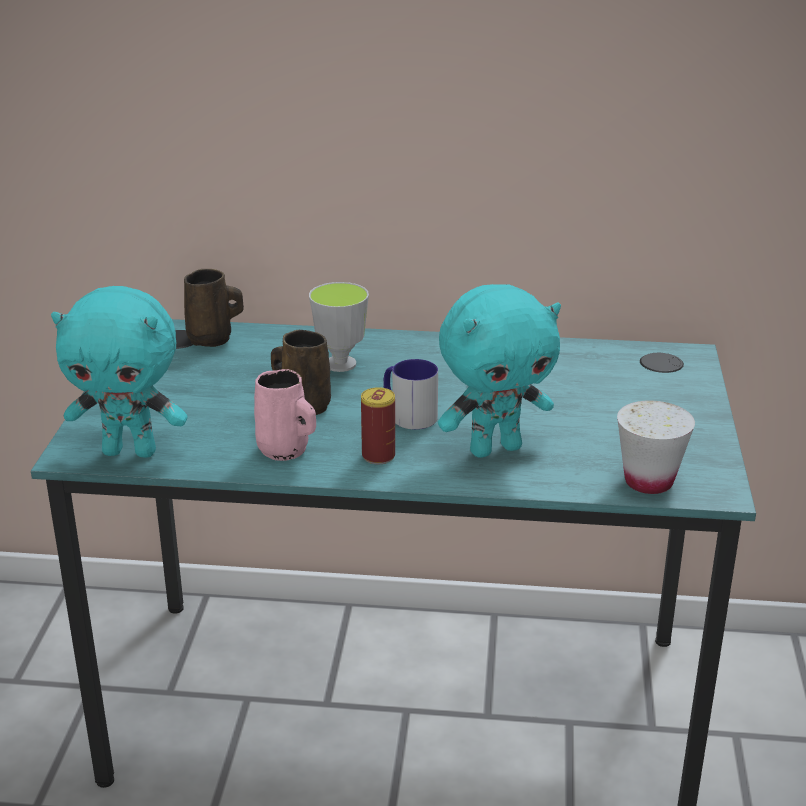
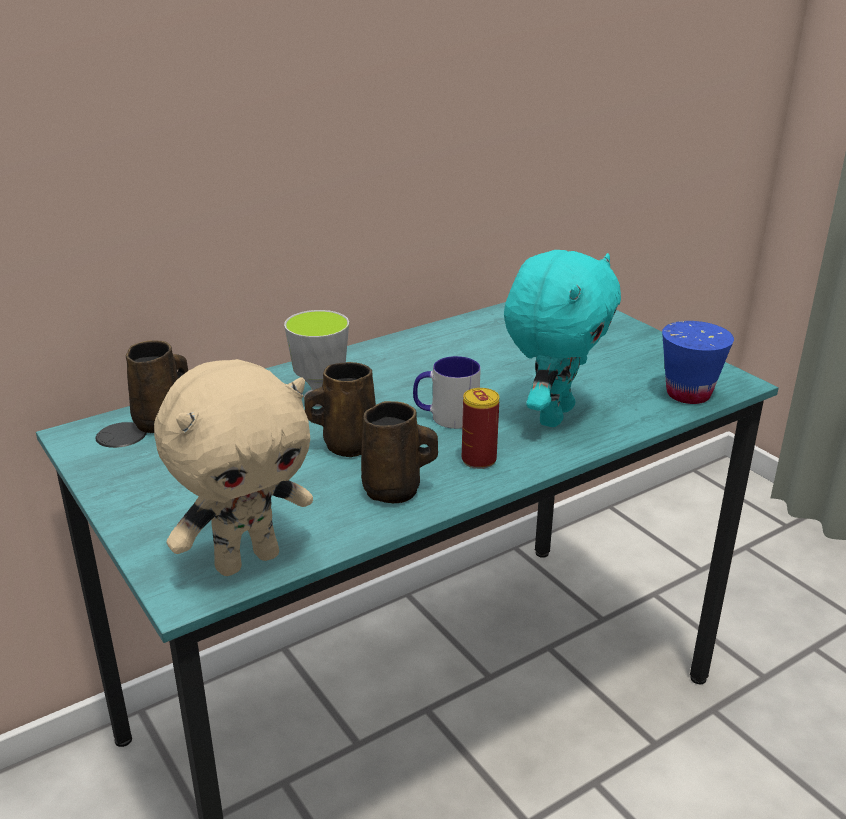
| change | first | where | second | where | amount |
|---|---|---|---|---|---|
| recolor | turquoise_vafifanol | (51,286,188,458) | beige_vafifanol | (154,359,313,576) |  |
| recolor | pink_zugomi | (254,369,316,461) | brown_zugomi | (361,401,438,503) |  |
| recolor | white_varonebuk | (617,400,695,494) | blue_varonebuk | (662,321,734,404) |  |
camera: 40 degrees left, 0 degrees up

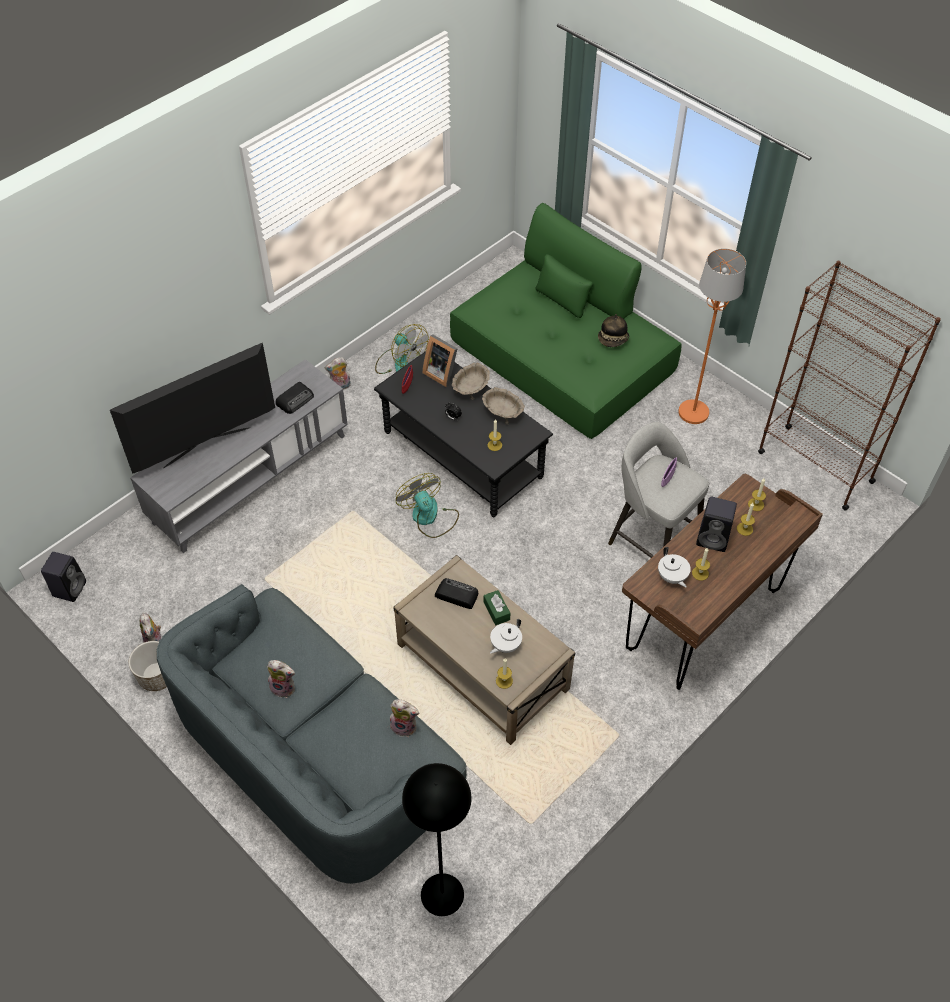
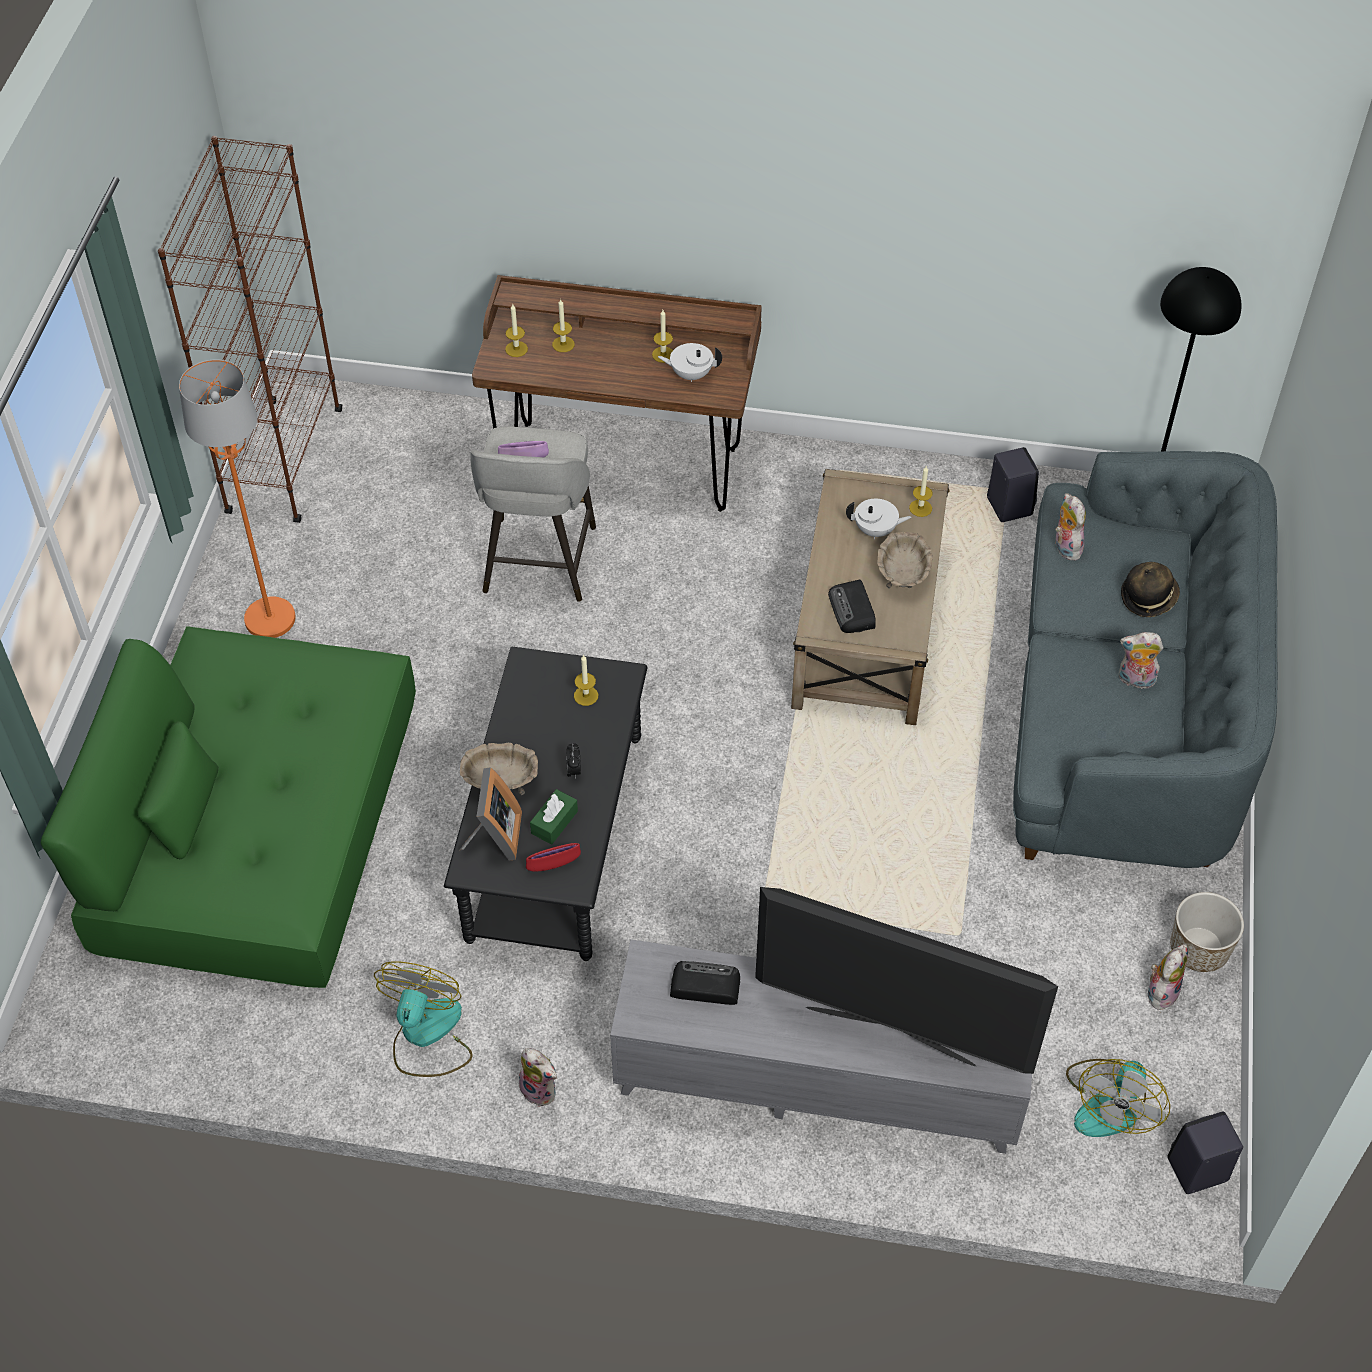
| change | first | where | second | where | amount |
|---|---|---|---|---|---|
| move | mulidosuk | (396,473,459,538) |  | (1066,1059,1170,1137) |  |
| move | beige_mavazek | (482,387,525,425) |  | (877,532,933,589) |  |
| move | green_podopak | (484,590,510,625) |  | (530,789,578,845) |  |
| move | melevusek | (598,314,629,347) |  | (1121,562,1180,617) |  |
| move | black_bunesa | (696,497,737,552) |  | (987,447,1039,522) |  |
| rotate | vafifanol | (267,660,295,698) |  | (1119,632,1163,689) | 60 degrees counterclockwise |
| rotate | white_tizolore | (658,547,691,587) |  | (658,343,722,382) | 120 degrees counterclockwise |
camera: 125 degrees left, 0 degrees up

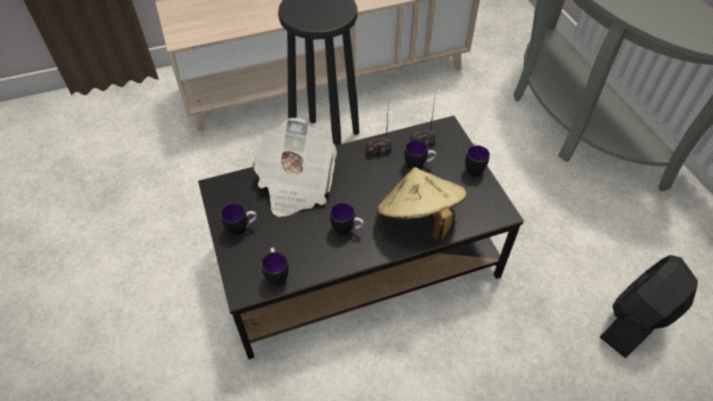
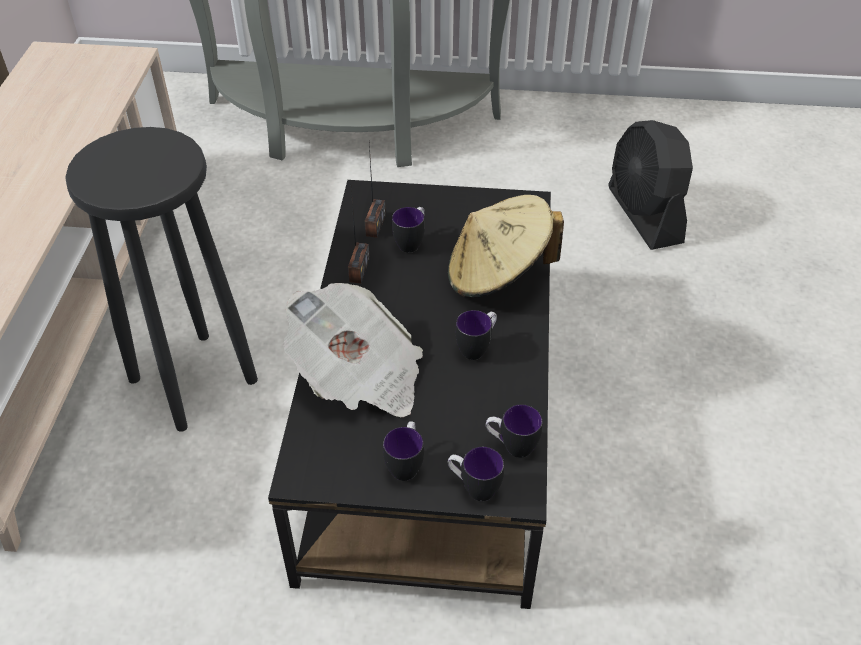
| change | first | where | second | where | amount |
|---|---|---|---|---|---|
| move | zugomi | (465,143,490,176) |  | (448,447,504,501) |  |
camera: 65 degrees left, 5 degrees down

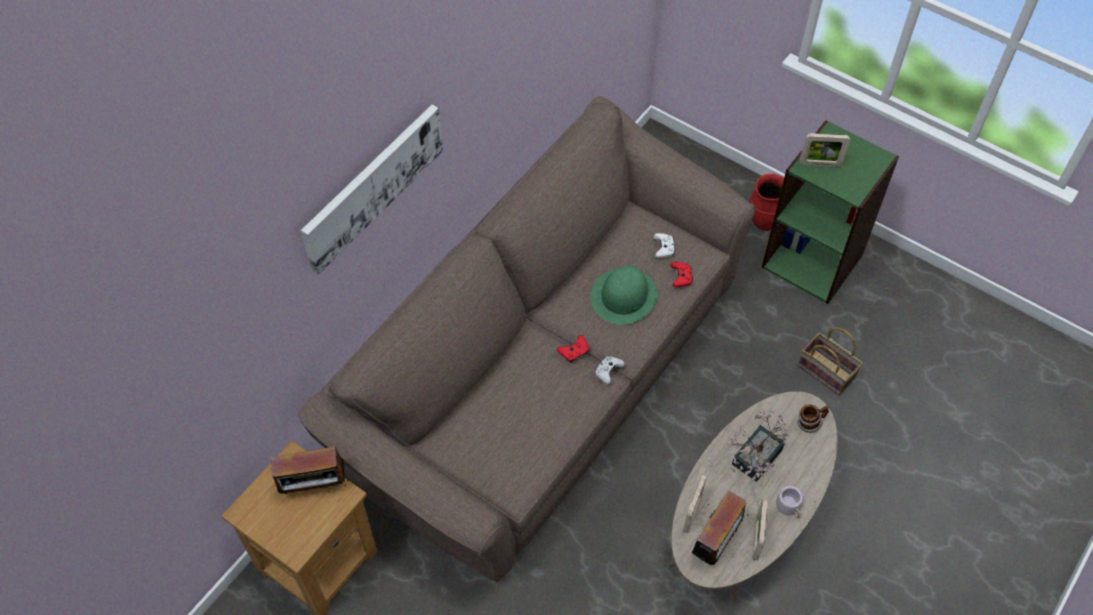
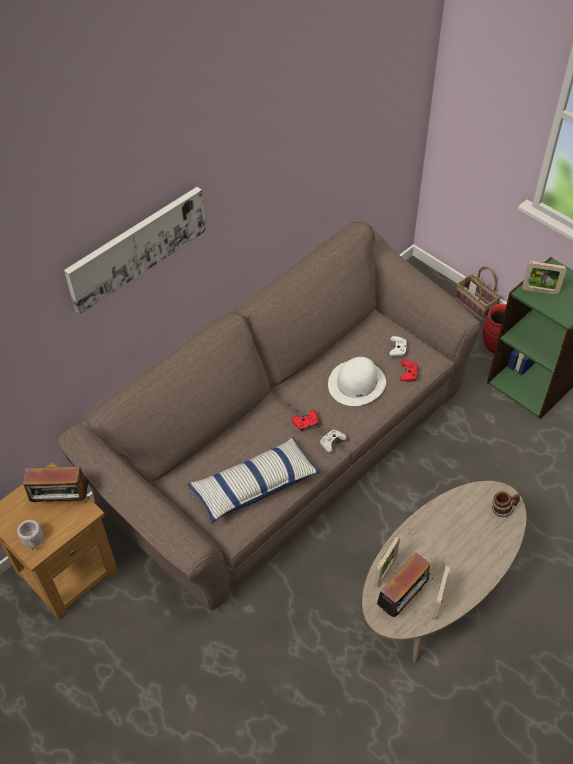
| change | first | where | second | where | amount |
|---|---|---|---|---|---|
| delete | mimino | (724,409,789,482) |  |  |  |
| insert |  |  | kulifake | (187,437,321,523) |  |
| move | grey_zugomi | (776,486,803,518) |  | (17,520,43,550) |  |
| move | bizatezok | (798,327,863,396) |  | (455,267,501,322) |  |
| recolor | green_melevusek | (591,265,658,325) | white_melevusek | (328,357,386,406) |  |
camera: 10 degrees right, 5 degrees down

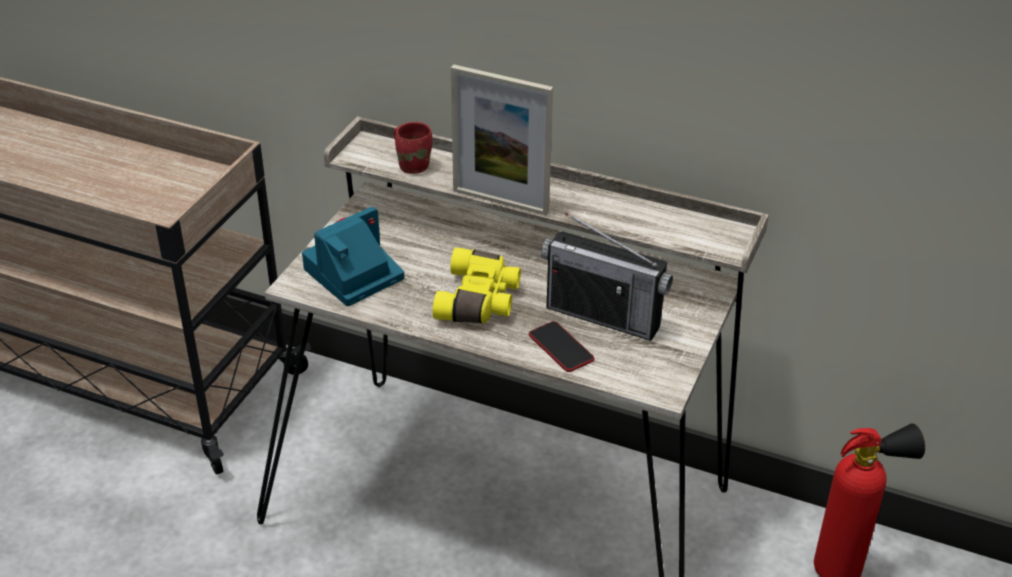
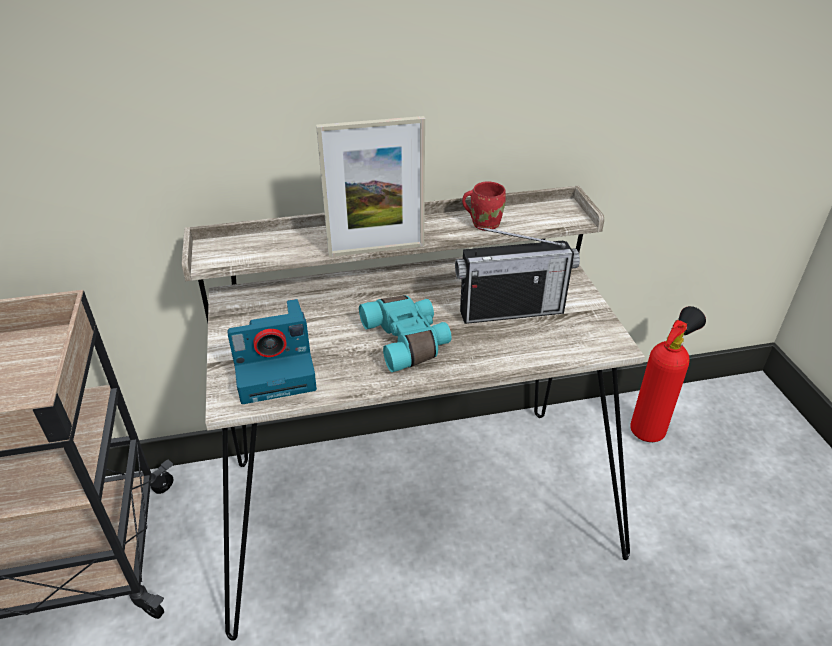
| change | first | where | second | where | amount |
|---|---|---|---|---|---|
| delete | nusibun | (529,321,595,372) |  |  |  |
| move | red_zugomi | (393,122,432,174) |  | (462,181,506,231) |  |
| recolor | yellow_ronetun | (433,248,521,323) | turquoise_ronetun | (359,295,452,372) |  |
| rotate | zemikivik | (302,207,404,306) |  | (228,299,317,404) | 120 degrees counterclockwise |
camera: 35 degrees left, 0 degrees up

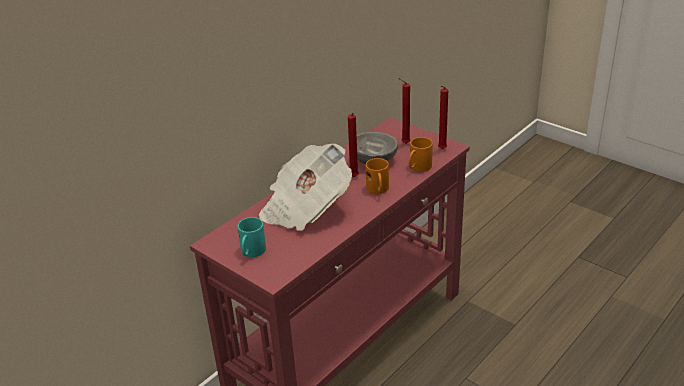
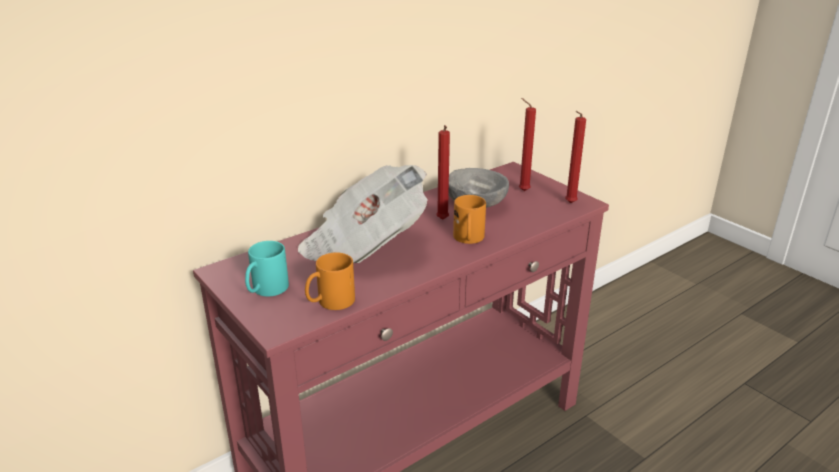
| change | first | where | second | where | amount |
|---|---|---|---|---|---|
| move | orange_zugomi | (408,137,433,172) |  | (305,252,355,310) |  |
camera: 10 degrees right, 5 degrees down

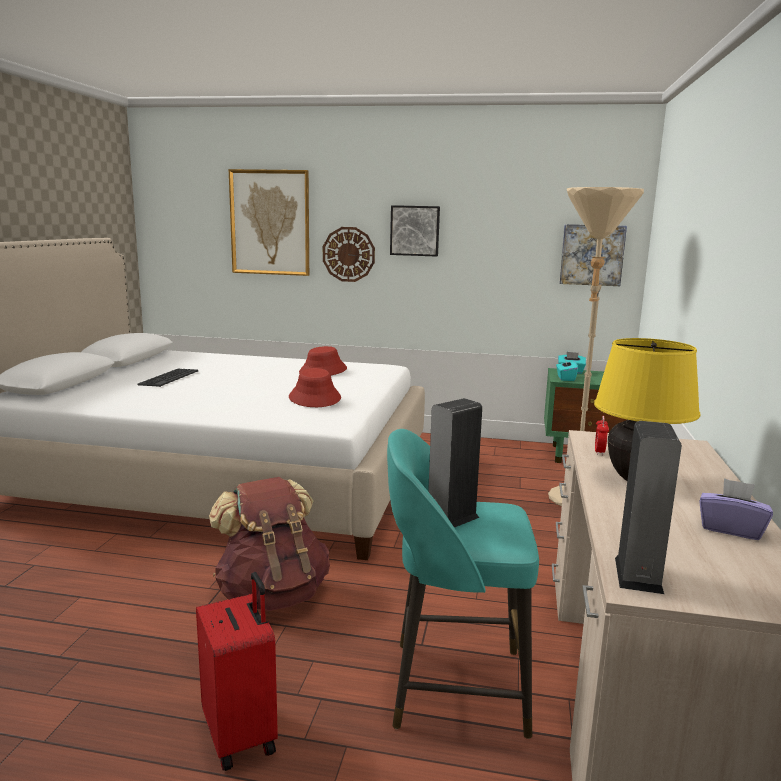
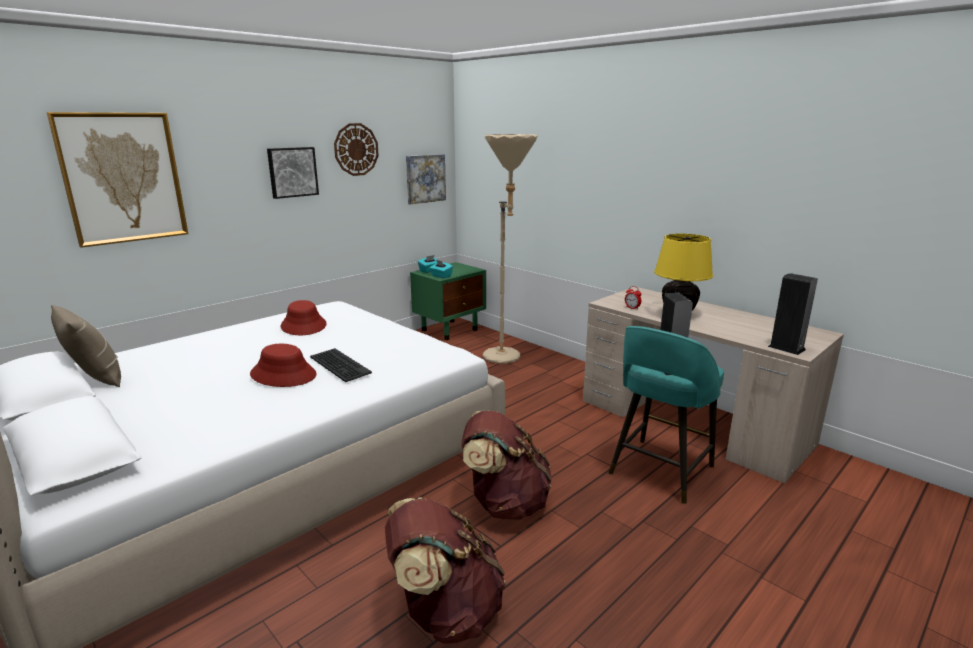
| change | first | where | second | where | amount |
|---|---|---|---|---|---|
| delete | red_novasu | (196,572,278,771) |  |  |  |
| delete | purple_podopak | (699,478,773,540) |  |  |  |
| insert |  |  | beige_kulifake | (51,305,121,387) |  |
| insert |  |  | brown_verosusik | (385,497,506,644) |  |
| move | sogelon | (137,369,198,387) |  | (310,348,372,382) |  |
| move | red_melevusek | (289,368,341,407) |  | (250,344,317,387) |  |
| move | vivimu | (323,227,375,282) |  | (334,123,379,176) |  |
camera: 55 degrees left, 5 degrees up

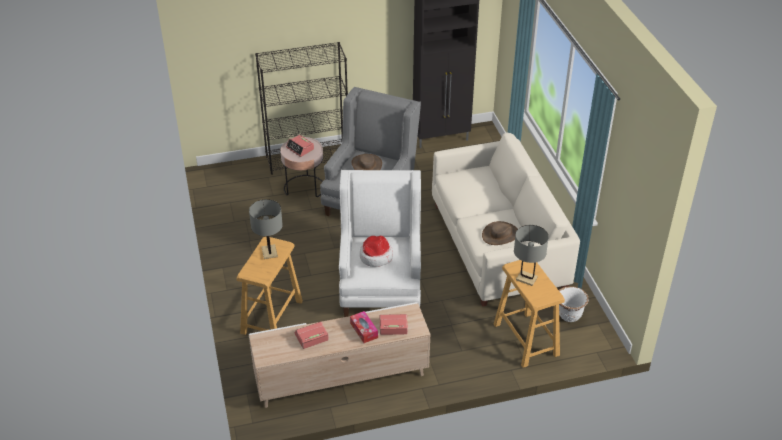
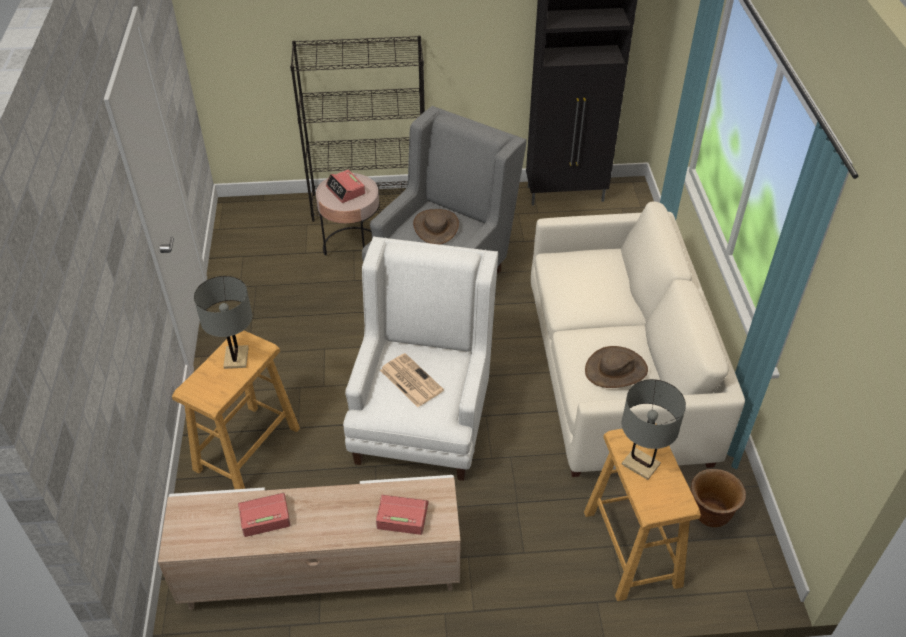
| change | first | where | second | where | amount |
|---|---|---|---|---|---|
| delete | podopak | (350,311,378,343) |  |  |  |
| replace | melevusek | (360,236,393,267) | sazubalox | (380,353,444,407) |  |
| recolor | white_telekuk | (559,286,589,322) | brown_telekuk | (691,469,746,527) |  |
camera: 10 degrees right, 5 degrees up

